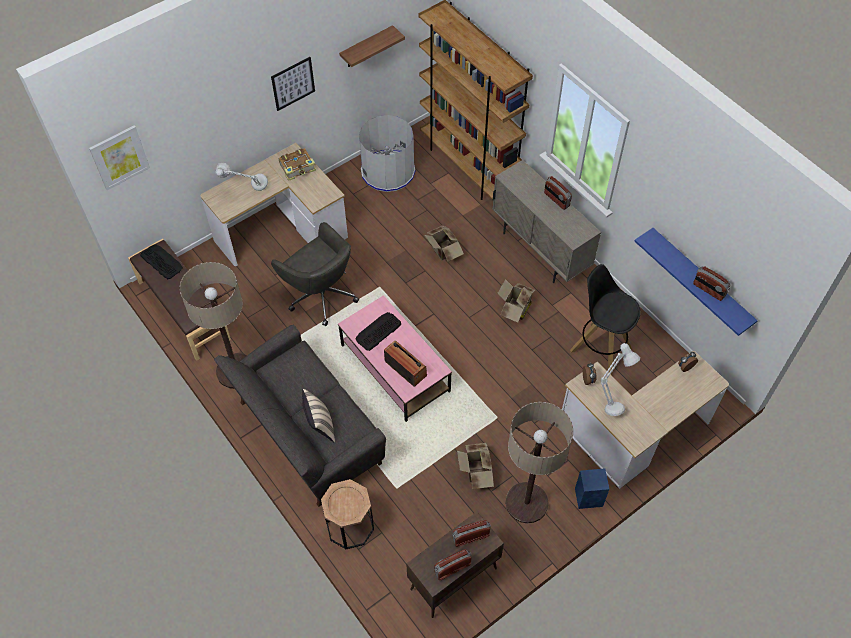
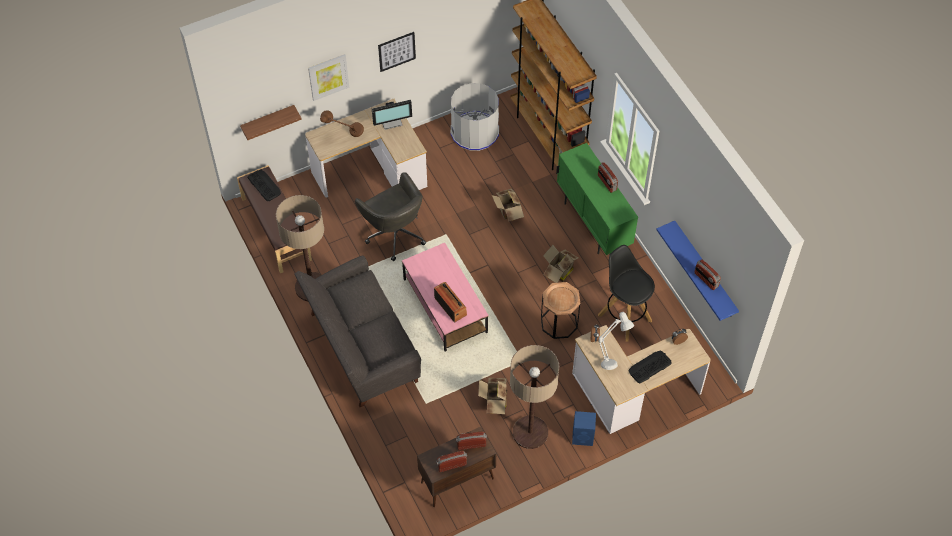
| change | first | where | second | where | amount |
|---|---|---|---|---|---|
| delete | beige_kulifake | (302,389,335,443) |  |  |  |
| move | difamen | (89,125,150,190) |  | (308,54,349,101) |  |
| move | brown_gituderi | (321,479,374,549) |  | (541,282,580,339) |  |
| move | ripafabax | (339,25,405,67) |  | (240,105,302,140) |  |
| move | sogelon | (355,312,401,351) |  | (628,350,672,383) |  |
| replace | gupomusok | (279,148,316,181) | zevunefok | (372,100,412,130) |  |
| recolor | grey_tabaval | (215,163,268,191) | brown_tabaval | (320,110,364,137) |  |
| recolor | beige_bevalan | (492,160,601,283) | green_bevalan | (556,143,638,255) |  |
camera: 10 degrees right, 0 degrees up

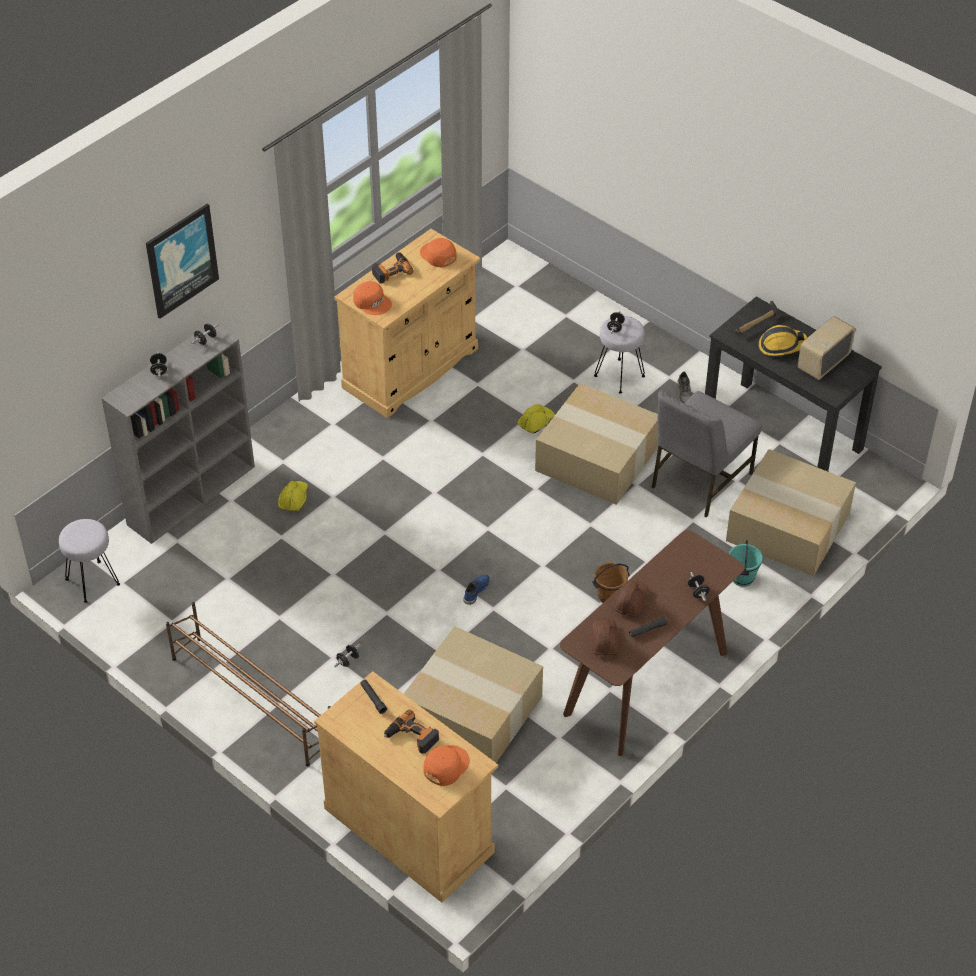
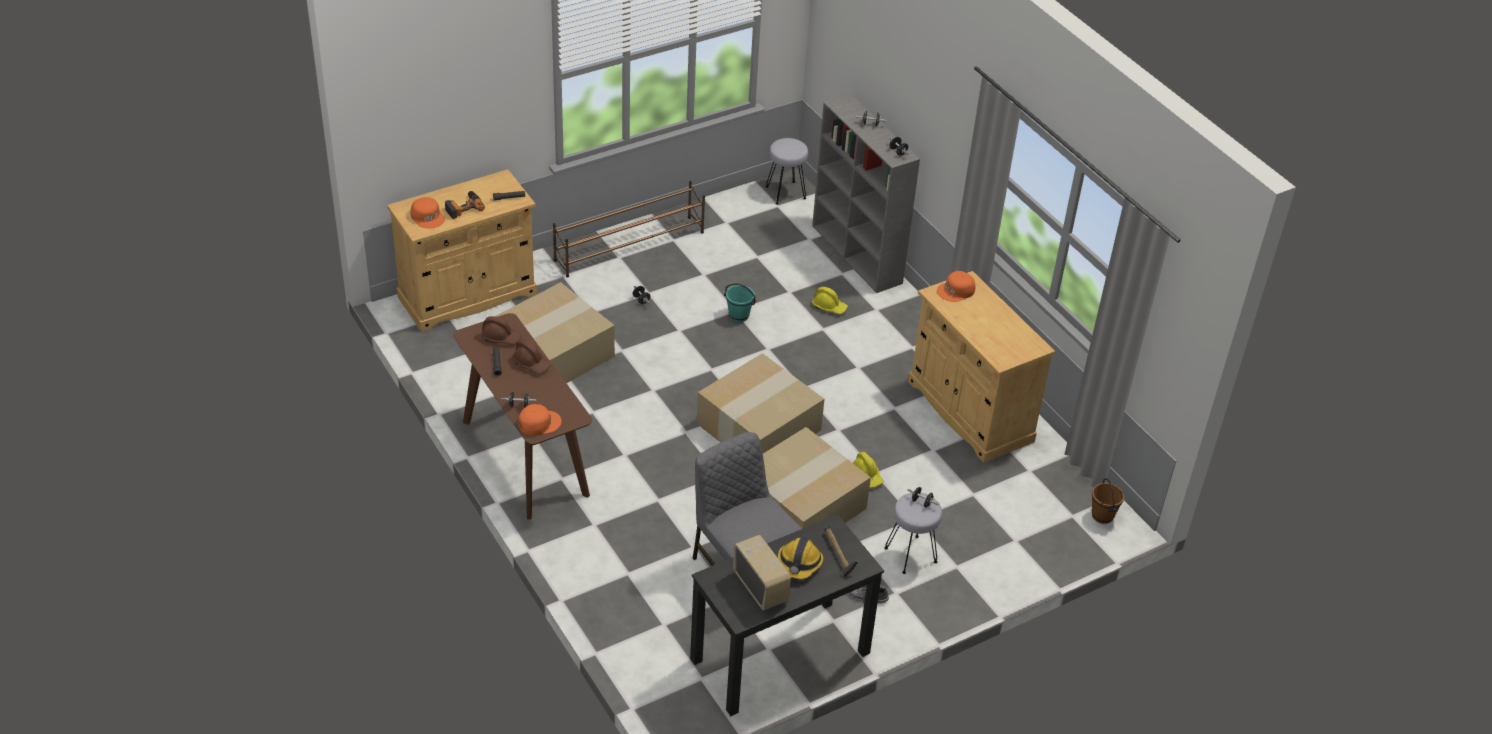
| change | first | where | second | where | amount |
|---|---|---|---|---|---|
| delete | difamen | (146,204,219,319) |  |  |  |
| delete | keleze | (372,252,414,284) |  |  |  |
| delete | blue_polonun | (463,575,489,605) |  |  |  |
| move | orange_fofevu | (420,238,457,267) |  | (519,404,562,436) |  |
| move | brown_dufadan | (592,562,630,603) |  | (1092,478,1125,524) |  |
| move | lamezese | (726,449,856,576) |  | (697,353,824,453) |  |
| move | turquoise_dufadan | (729,540,763,587) |  | (724,283,756,322) |  |
camera: 105 degrees right, 5 degrees down

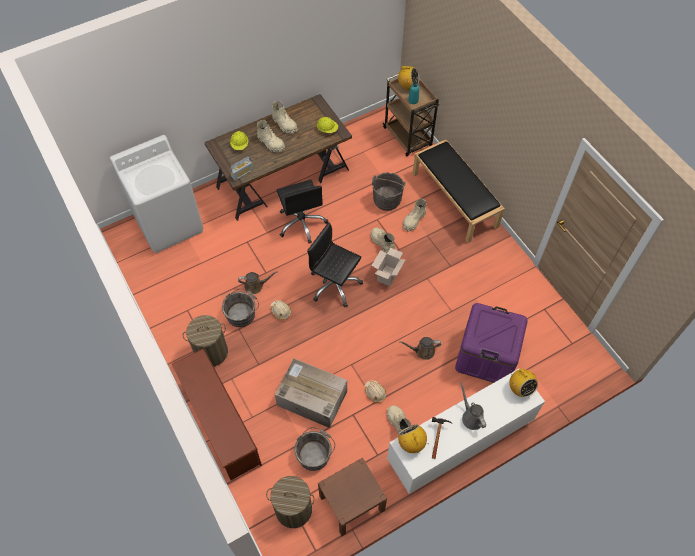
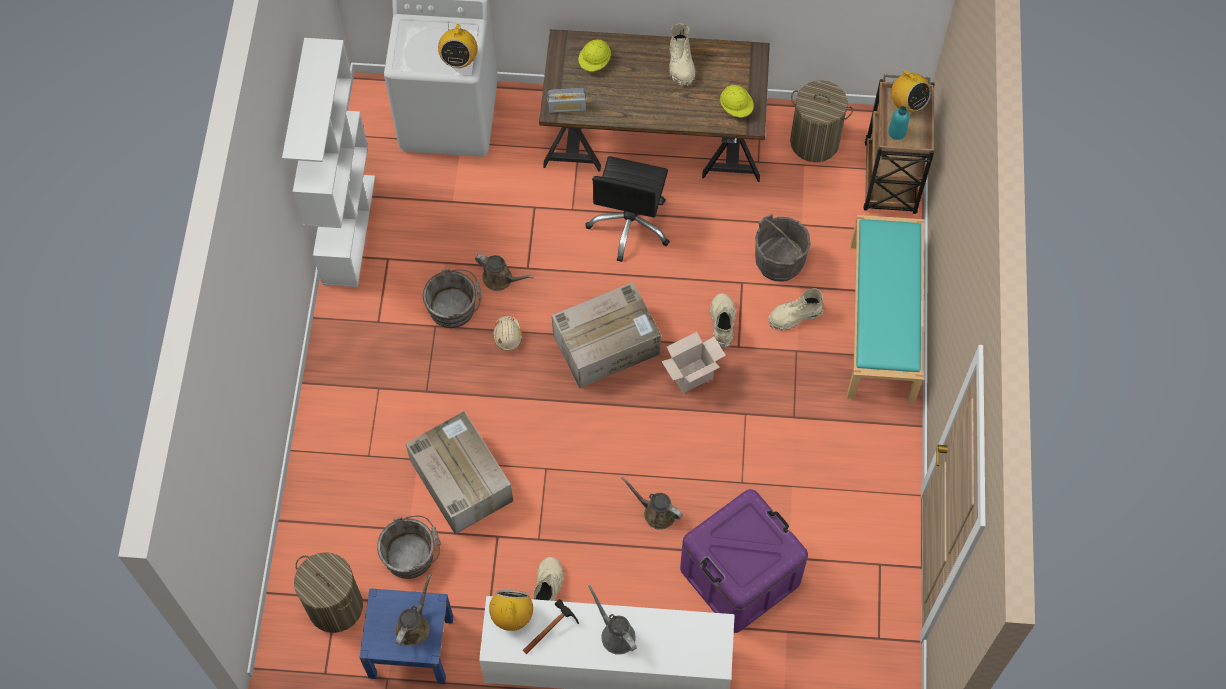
| change | first | where | second | where | amount |
|---|---|---|---|---|---|
| delete | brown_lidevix | (172,348,262,480) |  |  |  |
| delete | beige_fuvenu | (257,120,285,152) |  |  |  |
| delete | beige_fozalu | (364,380,386,403) |  |  |  |
| insert |  |  | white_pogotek | (282,38,375,287) |  |
| insert |  |  | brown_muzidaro | (395,574,432,646) |  |
| move | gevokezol | (182,315,228,367) |  | (790,80,853,162) |  |
| move | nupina | (509,368,538,397) |  | (438,24,477,68) |  |
| replace | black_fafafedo | (307,222,363,307) | lamezese | (552,282,661,388) |  |
| recolor | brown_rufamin | (318,458,387,536) | blue_rufamin | (359,588,453,684) |  |
| recolor | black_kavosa | (413,140,505,243) | turquoise_kavosa | (847,215,924,403) |  |
| rotate | grey_muzidaro | (460,382,486,430) |  | (588,585,637,655) | 45 degrees counterclockwise |
camera: 35 degrees right, 5 degrees up

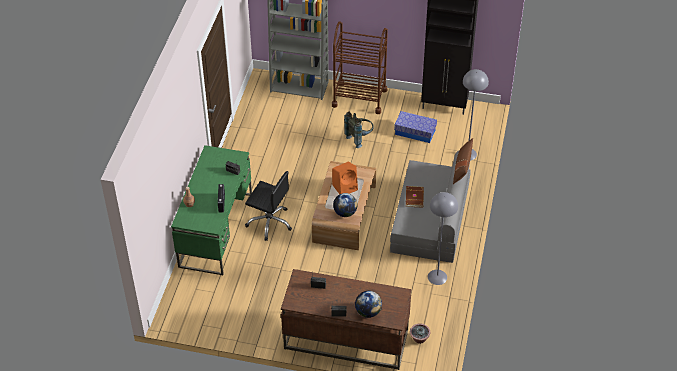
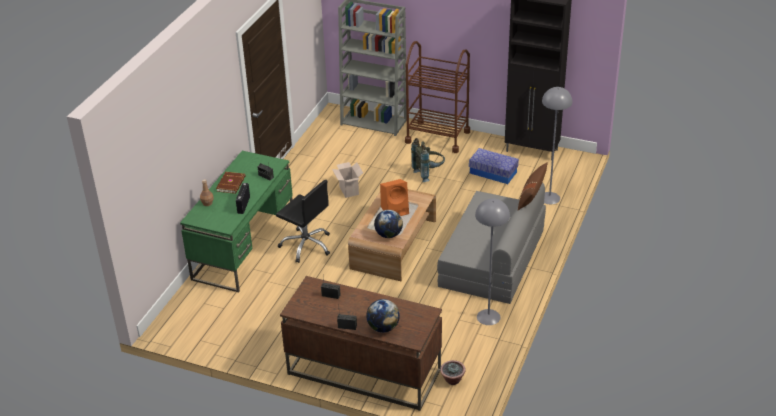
| change | first | where | second | where | amount |
|---|---|---|---|---|---|
| insert |  |  | lamezese | (332,162,363,198) |  |
| move | brown_gupomusok | (406,186,424,207) |  | (216,172,246,194) |  |
camera: 10 degrees right, 10 degrees down

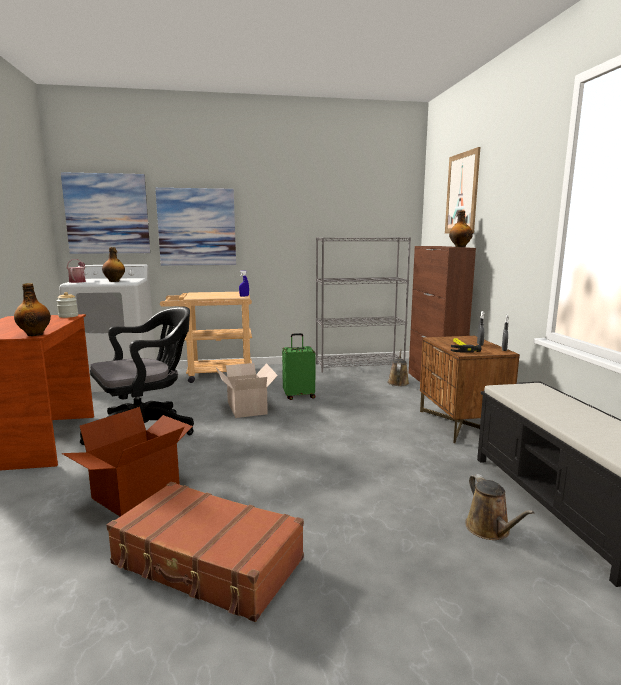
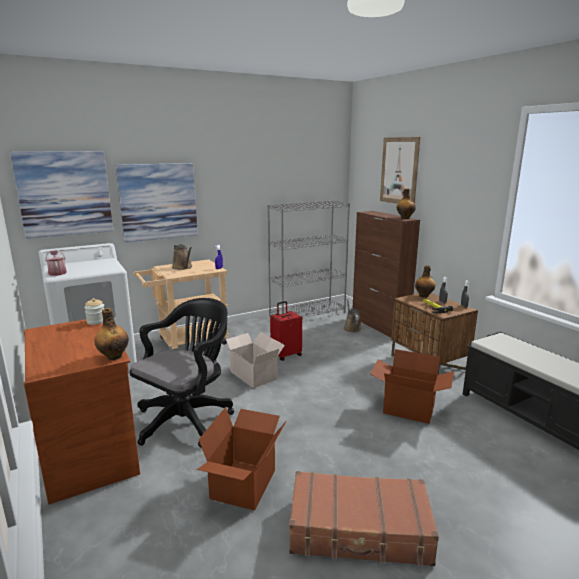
| change | first | where | second | where | amount |
|---|---|---|---|---|---|
| insert |  |  | lamezese | (370,349,454,424) |  |
| move | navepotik | (102,247,125,282) |  | (415,265,435,297) |  |
| move | brown_muzidaro | (465,474,534,540) |  | (172,244,192,270) |  |
| recolor | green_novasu | (282,333,316,400) | red_novasu | (270,301,302,361) |  |
camera: 20 degrees left, 5 degrees up

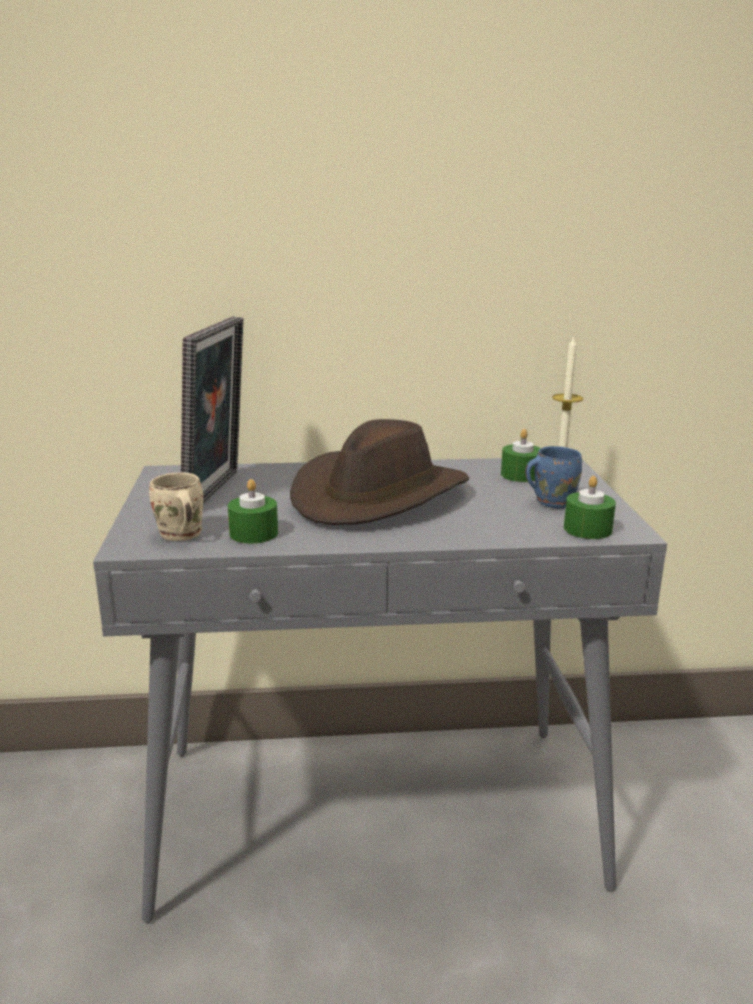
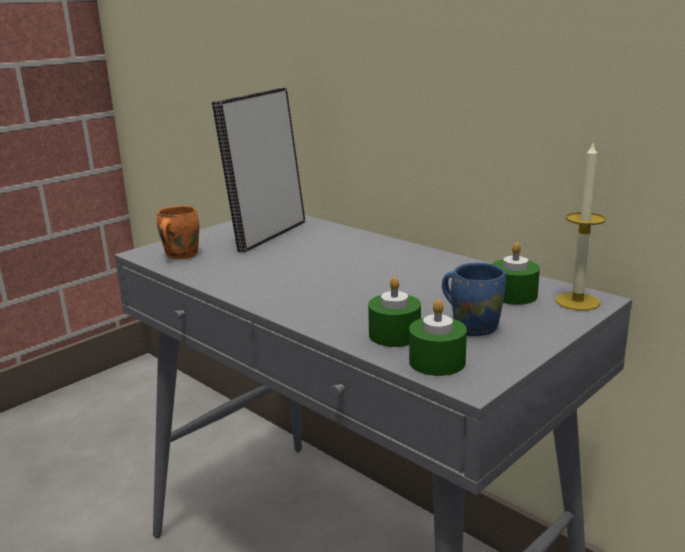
| change | first | where | second | where | amount |
|---|---|---|---|---|---|
| delete | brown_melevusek | (290,419,469,525) |  |  |  |
| move | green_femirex | (228,479,278,544) |  | (368,277,421,347) |  |
| recolor | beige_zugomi | (149,473,203,541) | orange_zugomi | (157,206,199,259) |  |
| rotate | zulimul | (181,317,244,503) |  | (212,87,305,252) | 150 degrees clockwise |
camera: 50 degrees right, 0 degrees up

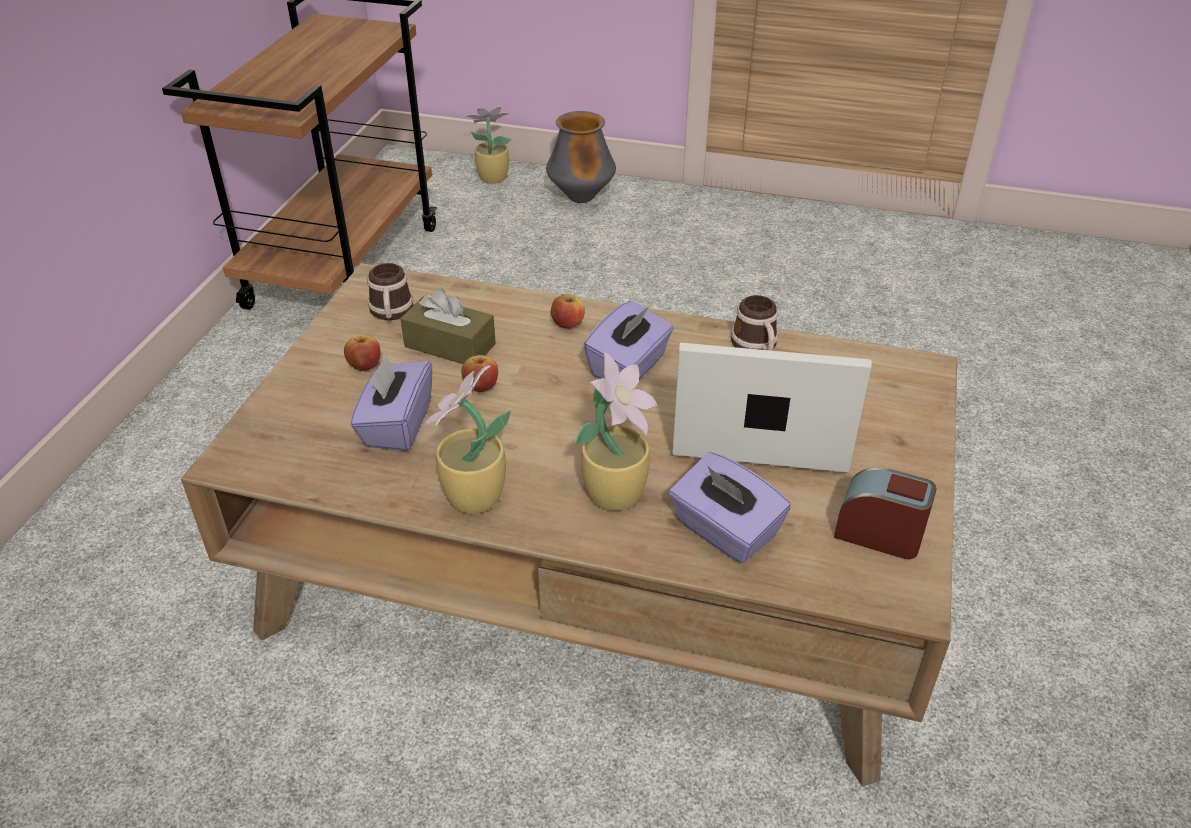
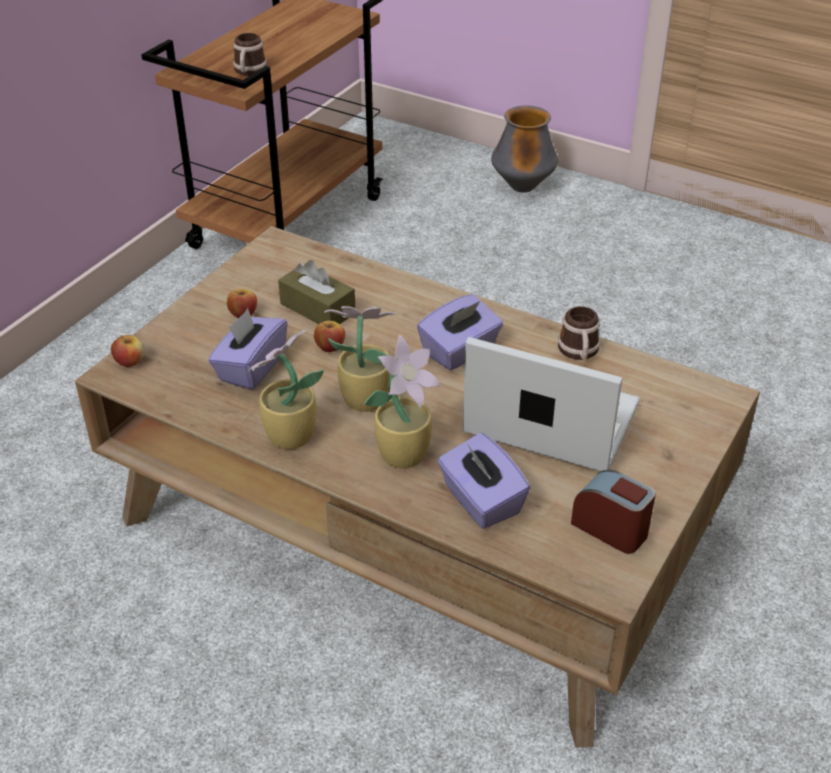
| change | first | where | second | where | amount |
|---|---|---|---|---|---|
| move | zugomi | (367,263,414,320) |  | (233,33,267,76) |  |
| move | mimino | (465,106,511,184) |  | (324,306,398,412) |  |
| move | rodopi | (551,294,585,329) |  | (111,335,145,367) |  |
camera: 15 degrees right, 0 degrees up

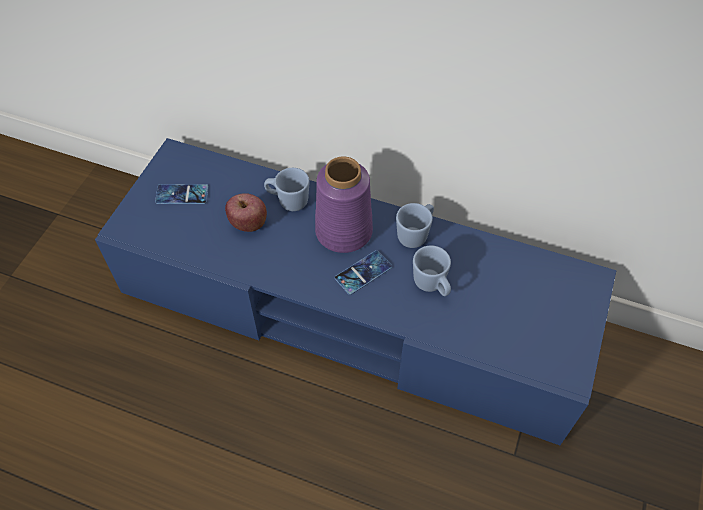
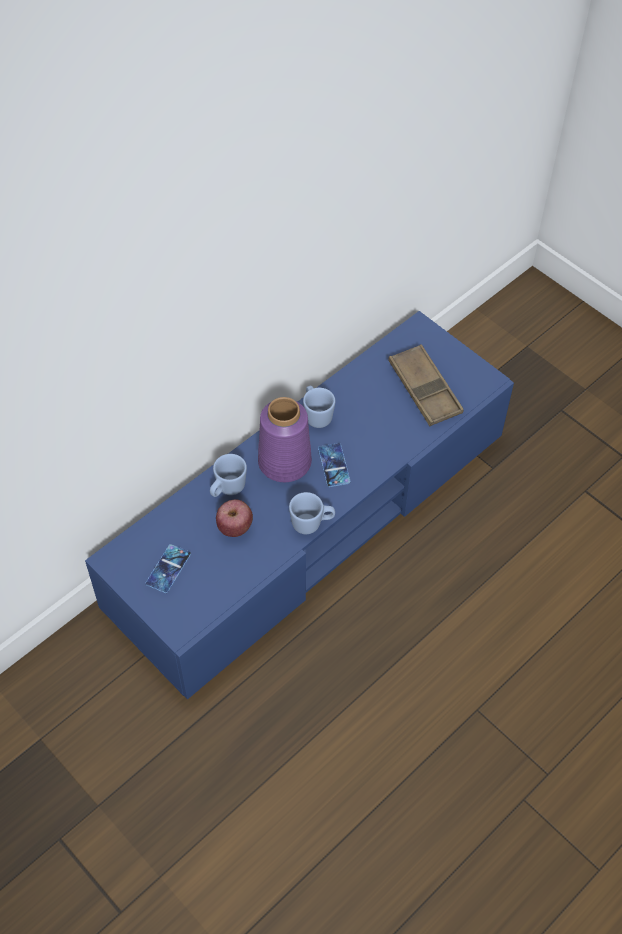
| change | first | where | second | where | amount |
|---|---|---|---|---|---|
| insert |  |  | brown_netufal | (388,344,464,426) |  |
| move | blue_zugomi | (413,245,451,296) |  | (289,492,335,534) |  |
camera: 65 degrees left, 0 degrees up

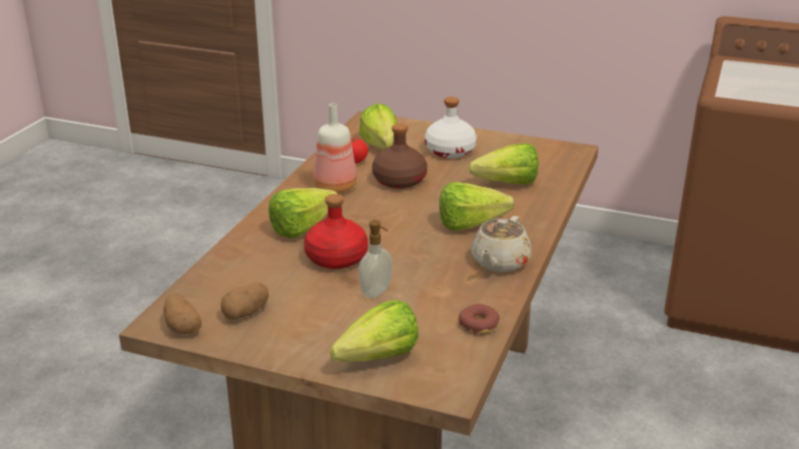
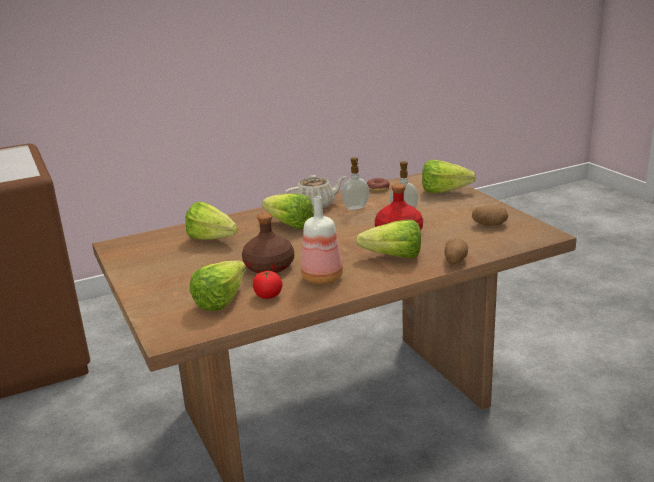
| change | first | where | second | where | amount |
|---|---|---|---|---|---|
| delete | white_navepotik | (425,97,477,158) |  |  |  |
| insert |  |  | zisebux | (342,157,369,210) |  |
| move | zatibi | (163,294,202,334) |  | (444,239,468,265) |  |
camera: 135 degrees left, 5 degrees down

